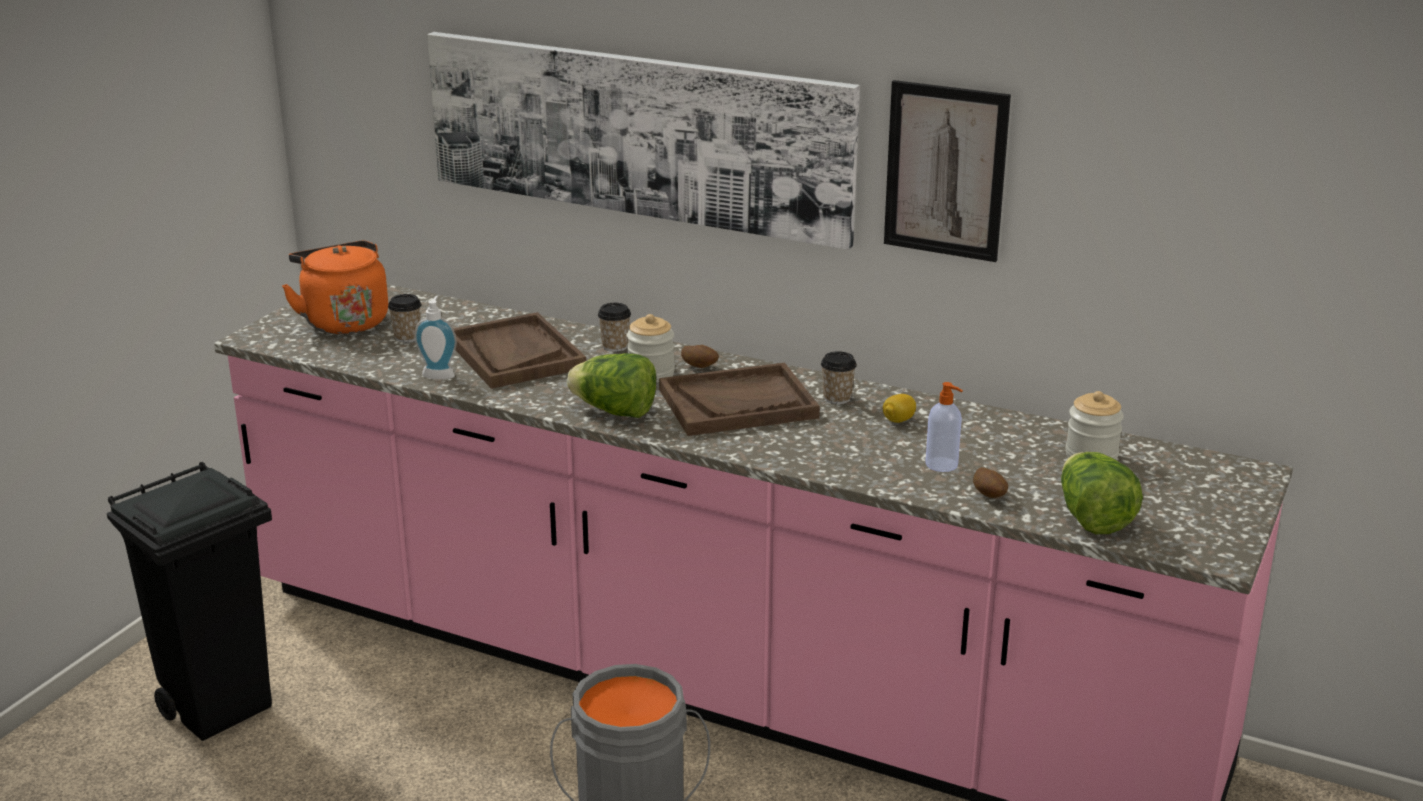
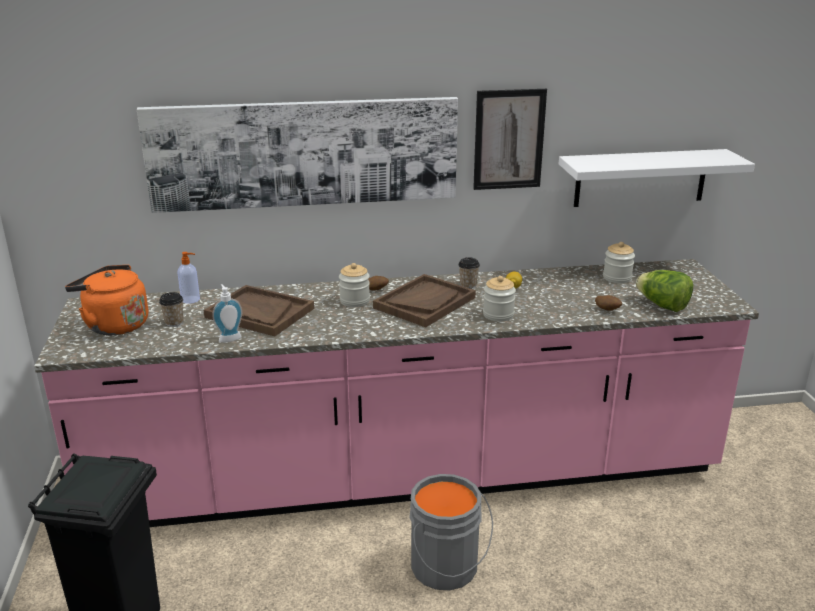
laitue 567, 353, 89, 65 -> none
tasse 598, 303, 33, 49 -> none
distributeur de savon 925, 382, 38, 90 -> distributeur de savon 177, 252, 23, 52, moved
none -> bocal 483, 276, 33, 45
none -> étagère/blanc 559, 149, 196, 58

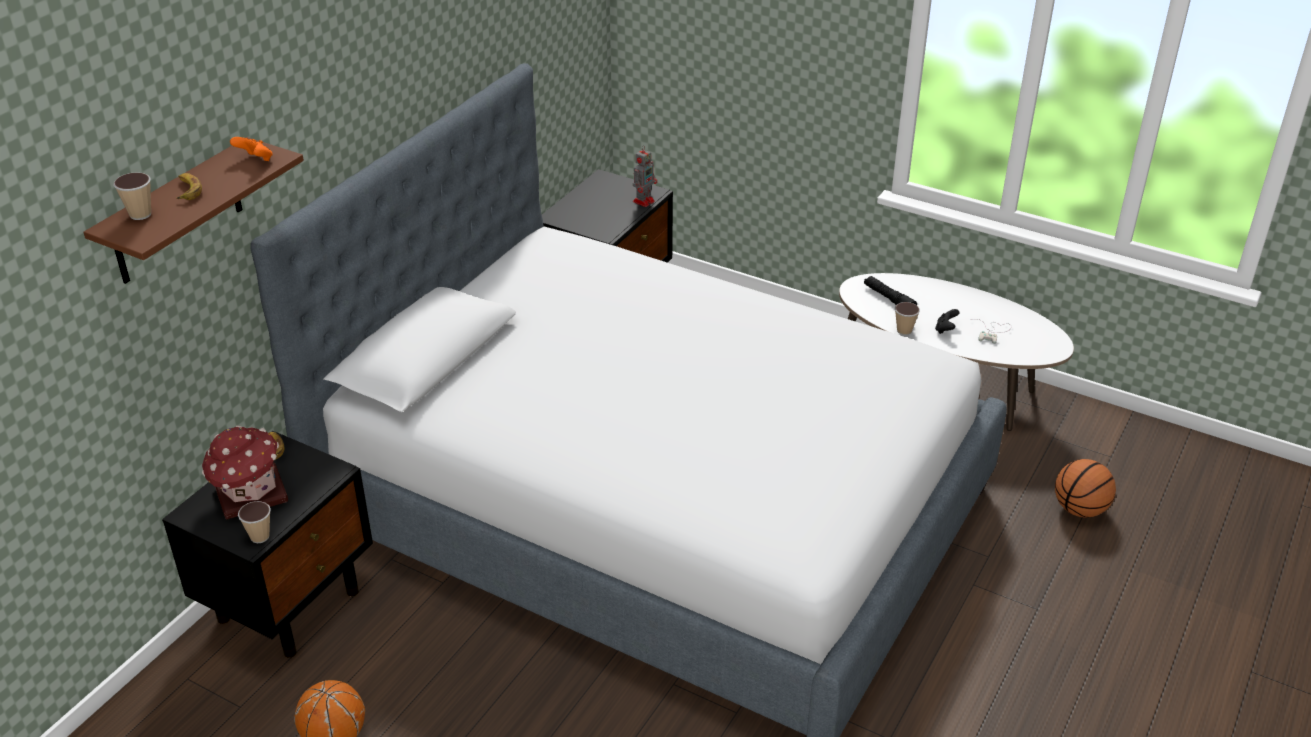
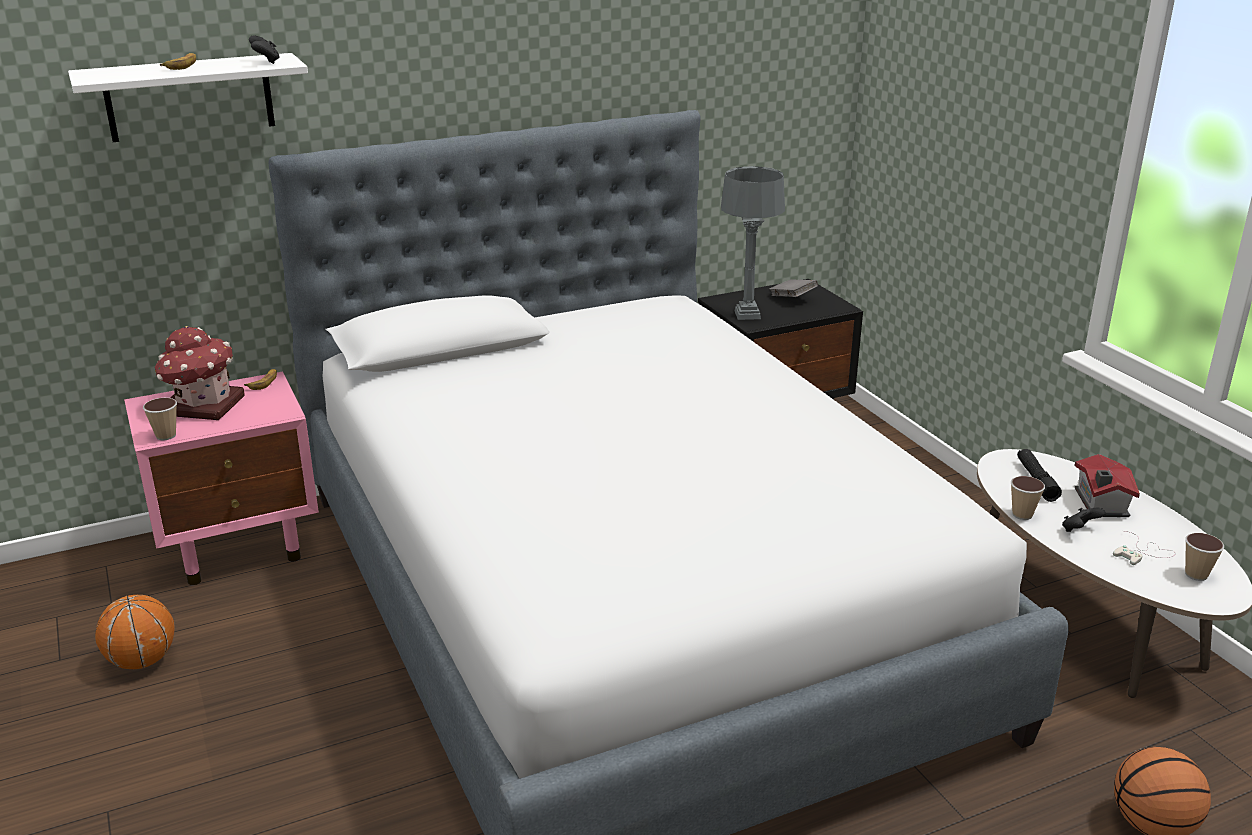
étagère/marron 83, 137, 221, 147 -> étagère/blanc 68, 53, 240, 89
tasse 113, 172, 38, 48 -> tasse 1185, 533, 39, 48, moved
table de chevet/noir 162, 431, 211, 227 -> table de chevet/rose 124, 371, 195, 214
manette/orange 230, 137, 43, 24 -> manette/noir 249, 35, 31, 29
robot jouet 633, 145, 24, 62 -> none
none -> lampe de table/gris 721, 166, 64, 154
none -> livre/gris 770, 279, 48, 18
none -> maison miniature 1074, 454, 66, 63

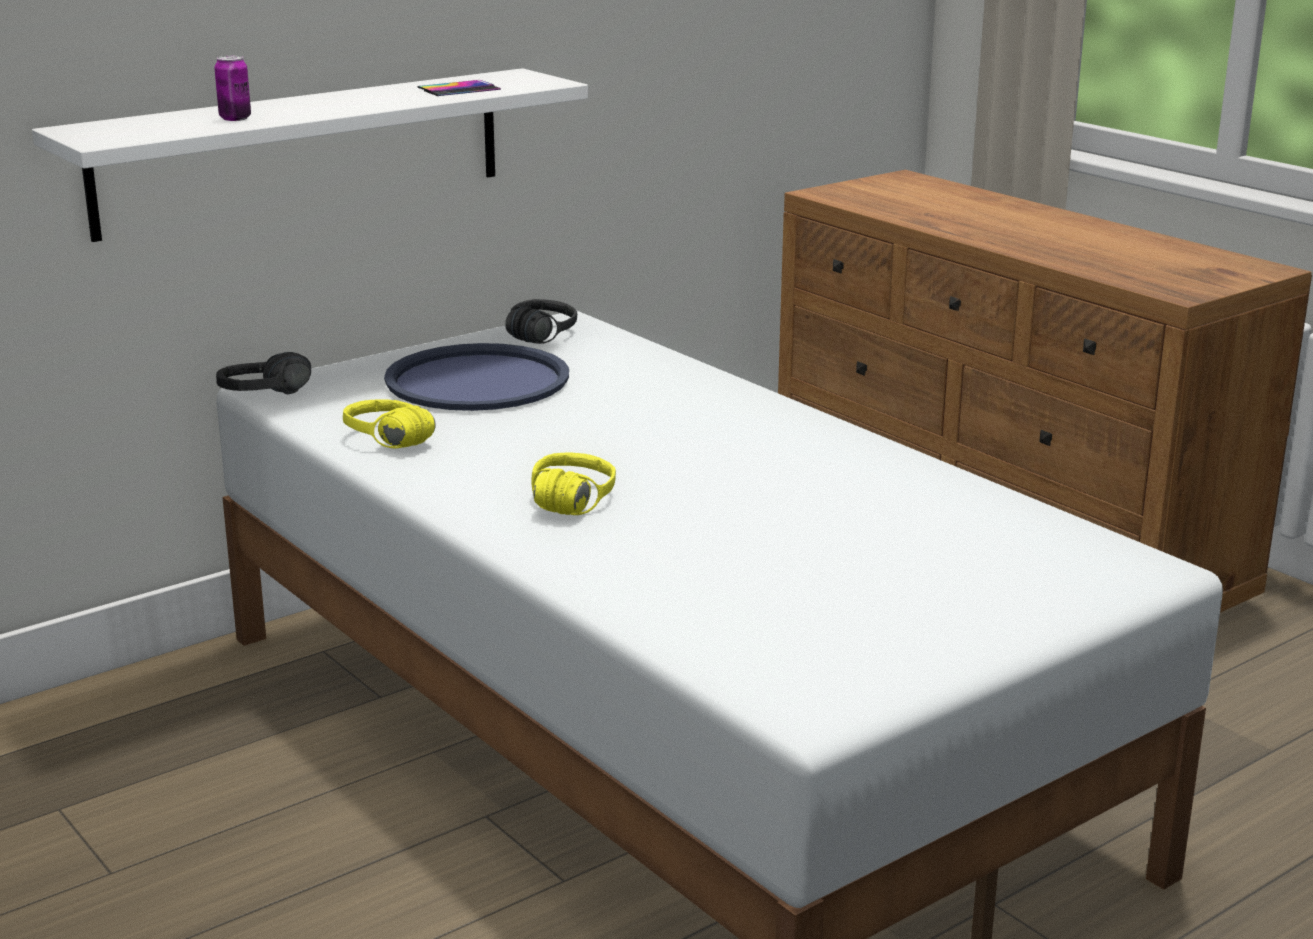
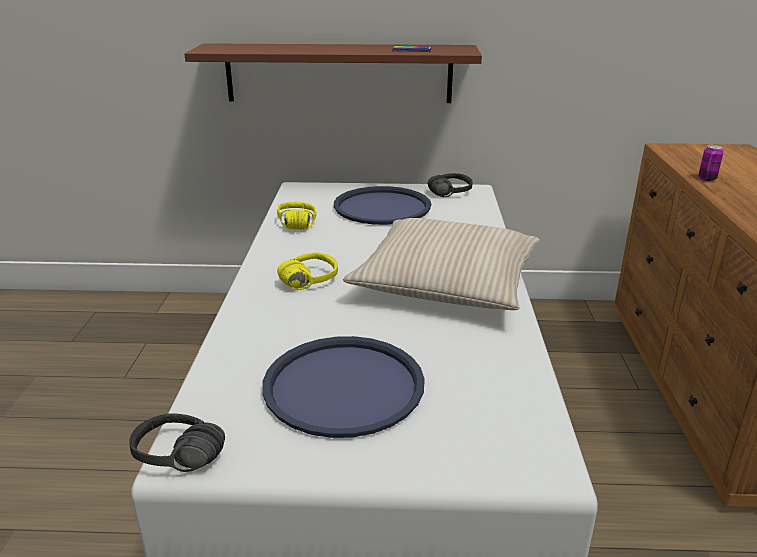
étagère/blanc 32, 68, 556, 174 -> étagère/marron 184, 43, 298, 60
boîte métallique 214, 56, 37, 65 -> boîte métallique 698, 145, 25, 36, moved
casque audio/noir 216, 352, 95, 42 -> casque audio/noir 129, 413, 96, 59, moved
none -> plateau/bleu 262, 336, 163, 102
none -> coussin/beige 343, 218, 197, 92

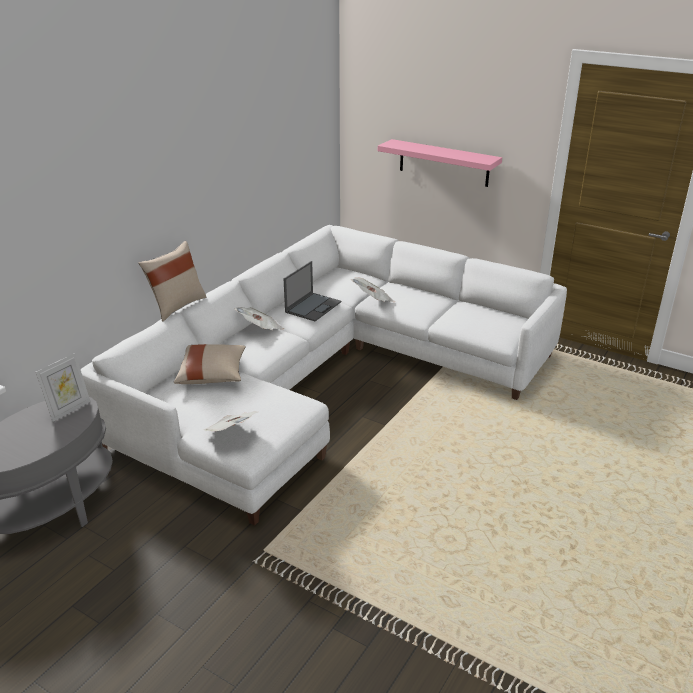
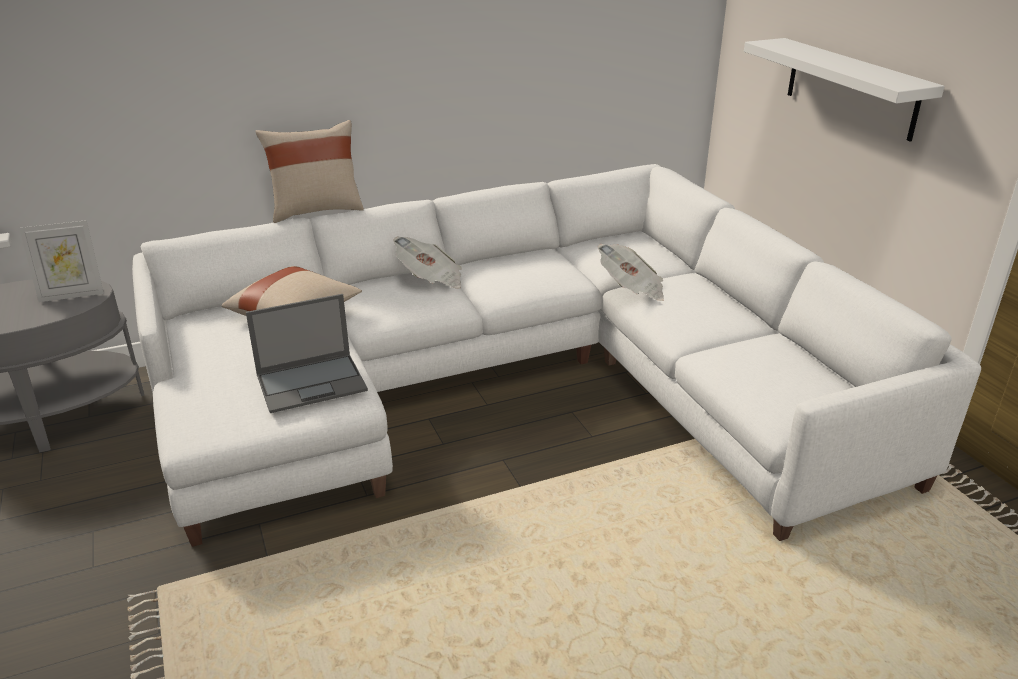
journal 203, 411, 55, 20 -> none
ordinateur portable 283, 261, 58, 60 -> ordinateur portable 246, 294, 122, 119, moved
étagère/rose 378, 139, 124, 48 -> étagère/blanc 744, 38, 201, 104

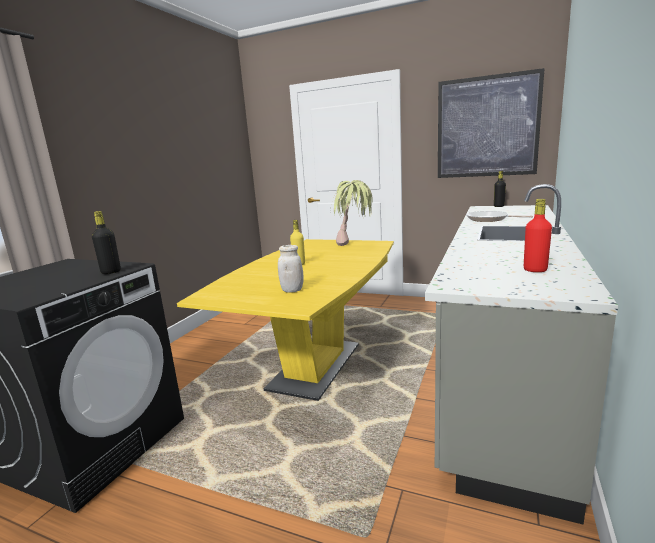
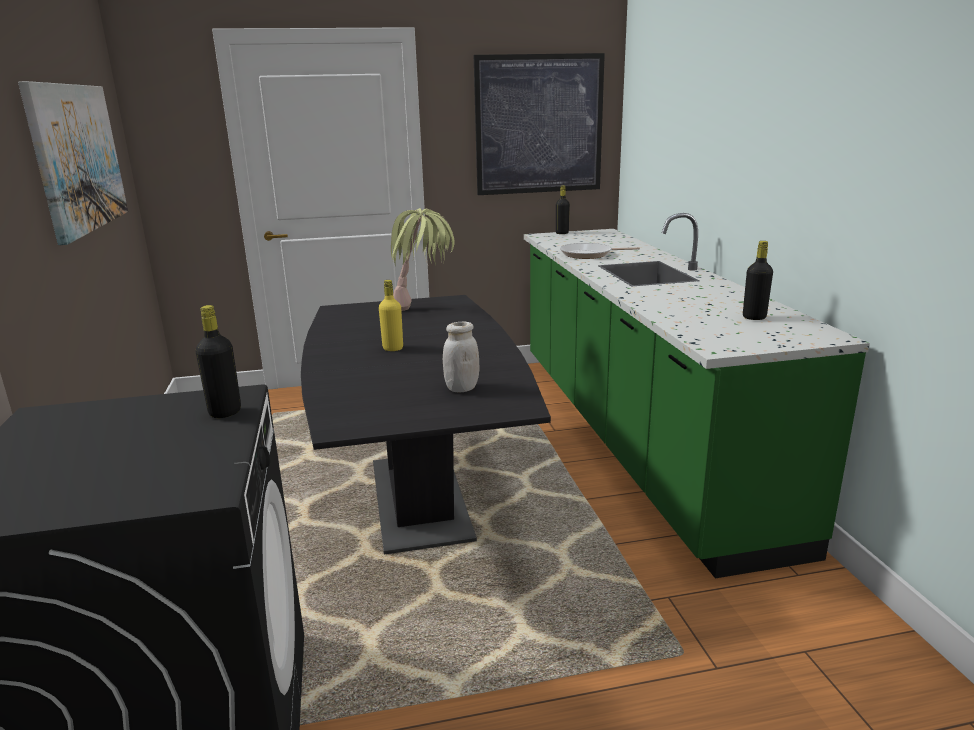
table à manger/jaune 177, 239, 217, 162 -> table à manger/noir 301, 295, 250, 260
comptoir de cuisine/gris 425, 184, 193, 341 -> comptoir de cuisine/vert 524, 213, 346, 366
bouteille/rouge 524, 199, 28, 73 -> bouteille/noir 743, 241, 30, 79
none -> tableau 18, 81, 110, 164

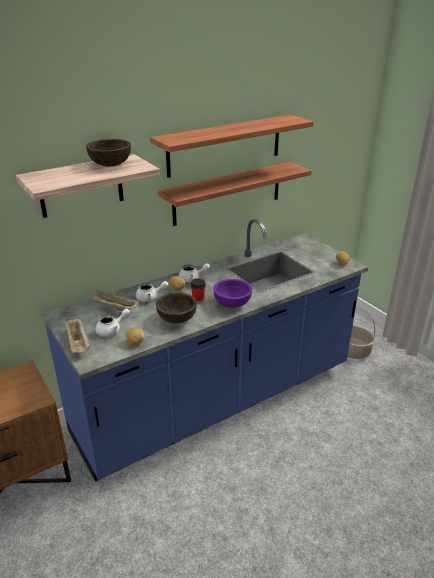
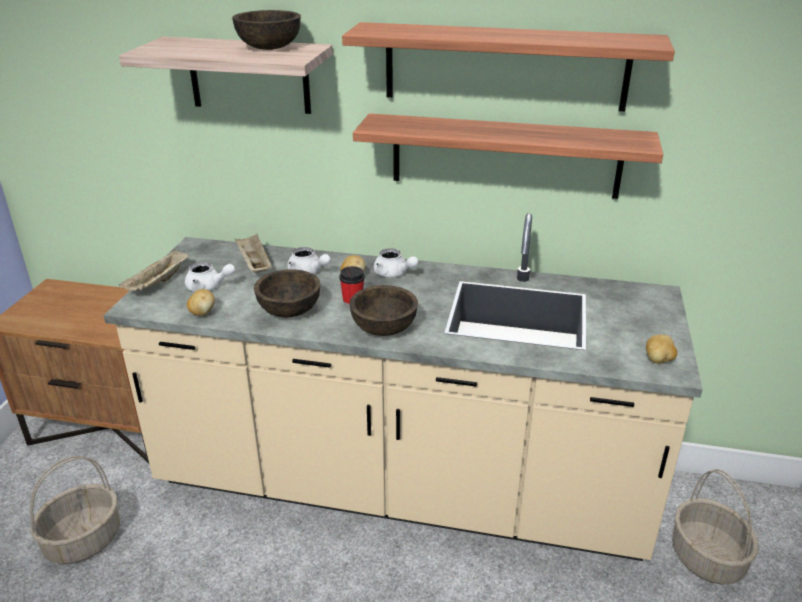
comptoir de cuisine/bleu 41, 219, 327, 263 -> comptoir de cuisine/beige 103, 213, 600, 348
bol/violet 213, 279, 39, 29 -> bol/marron 349, 285, 69, 51
none -> panier 30, 456, 90, 108

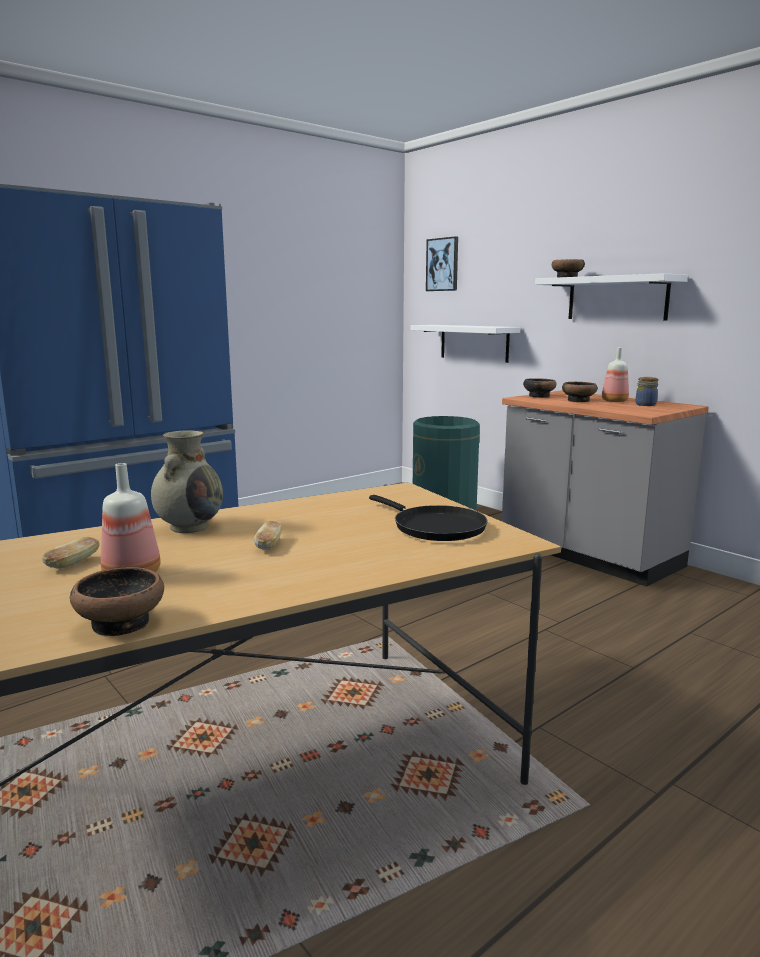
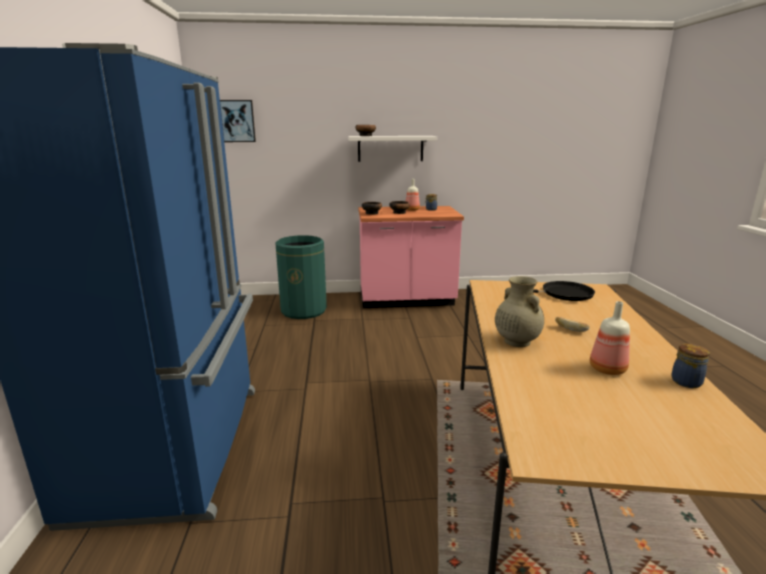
pain 42, 537, 58, 32 -> none
bol 70, 567, 94, 69 -> bocal 671, 343, 39, 45
étagère/blanc 410, 325, 110, 38 -> none
comptoir de cuisine/gris 502, 390, 207, 197 -> comptoir de cuisine/rose 358, 206, 106, 102

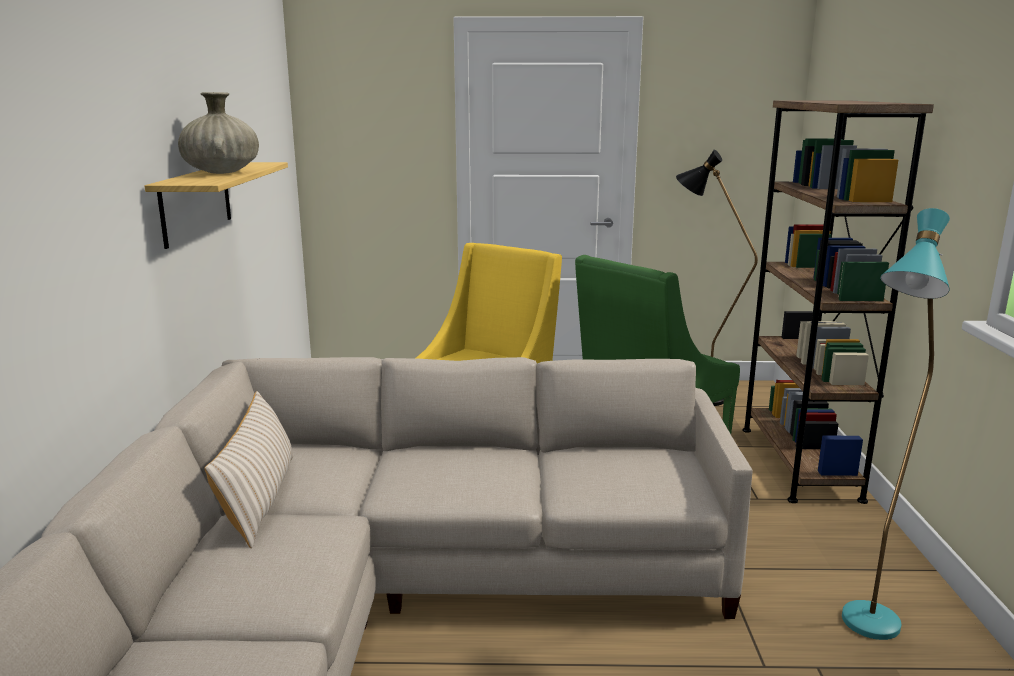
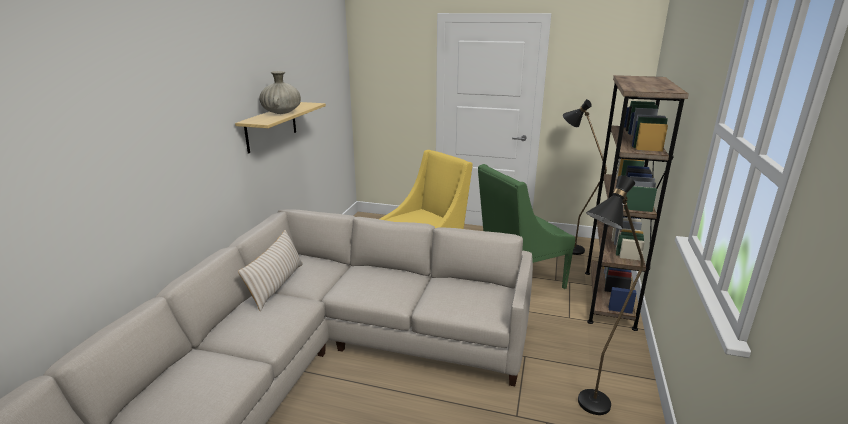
lampadaire/turquoise 842, 208, 108, 432 -> lampadaire/noir 578, 175, 66, 240

